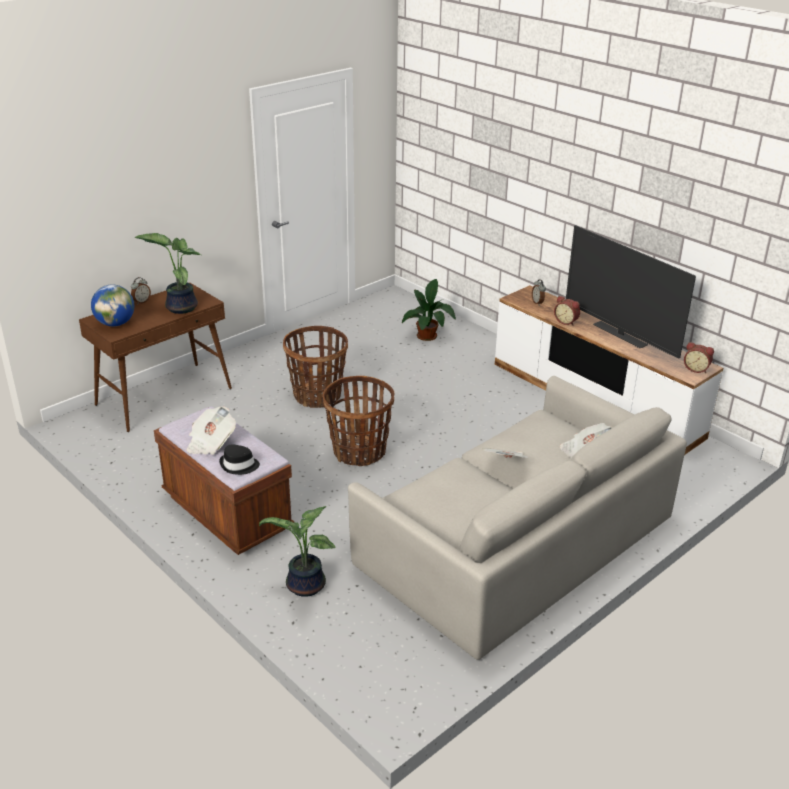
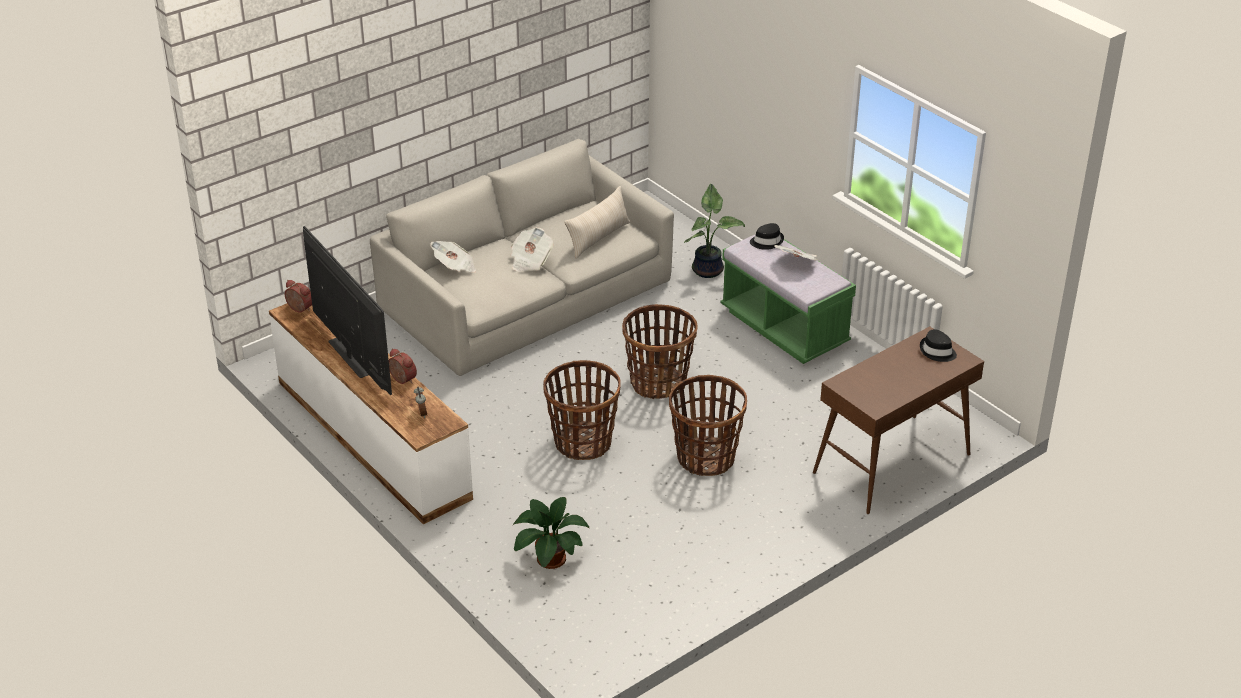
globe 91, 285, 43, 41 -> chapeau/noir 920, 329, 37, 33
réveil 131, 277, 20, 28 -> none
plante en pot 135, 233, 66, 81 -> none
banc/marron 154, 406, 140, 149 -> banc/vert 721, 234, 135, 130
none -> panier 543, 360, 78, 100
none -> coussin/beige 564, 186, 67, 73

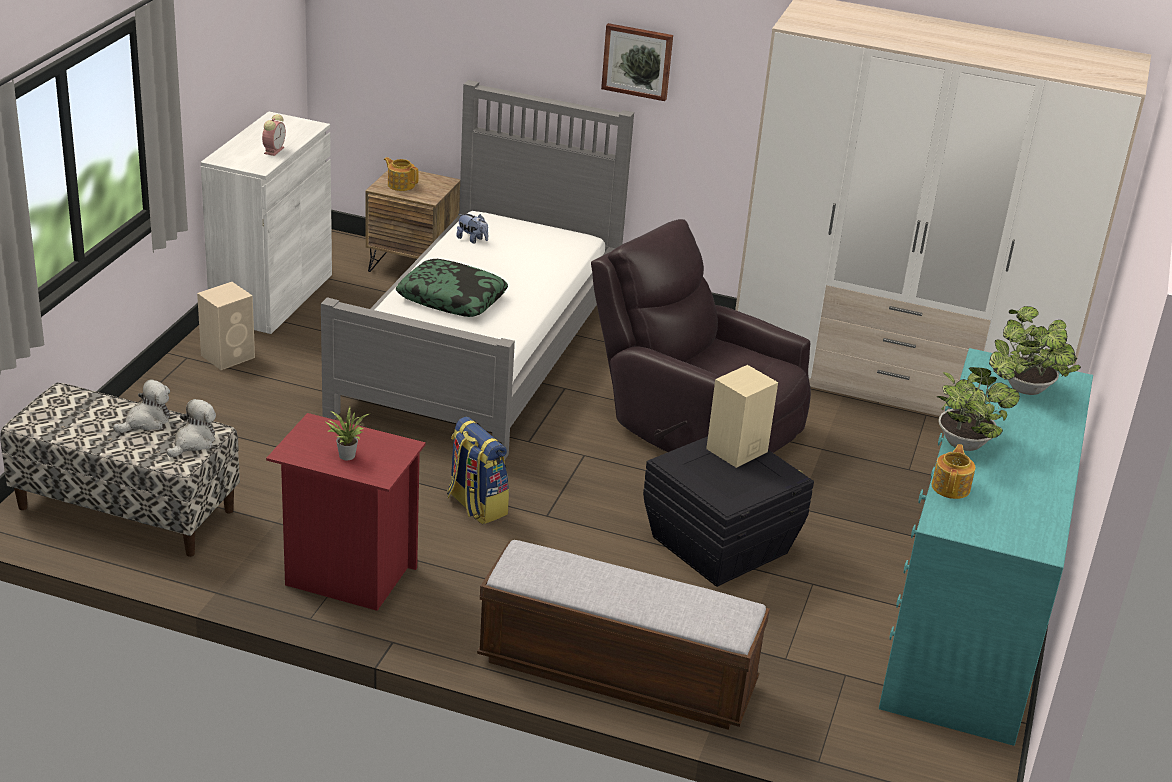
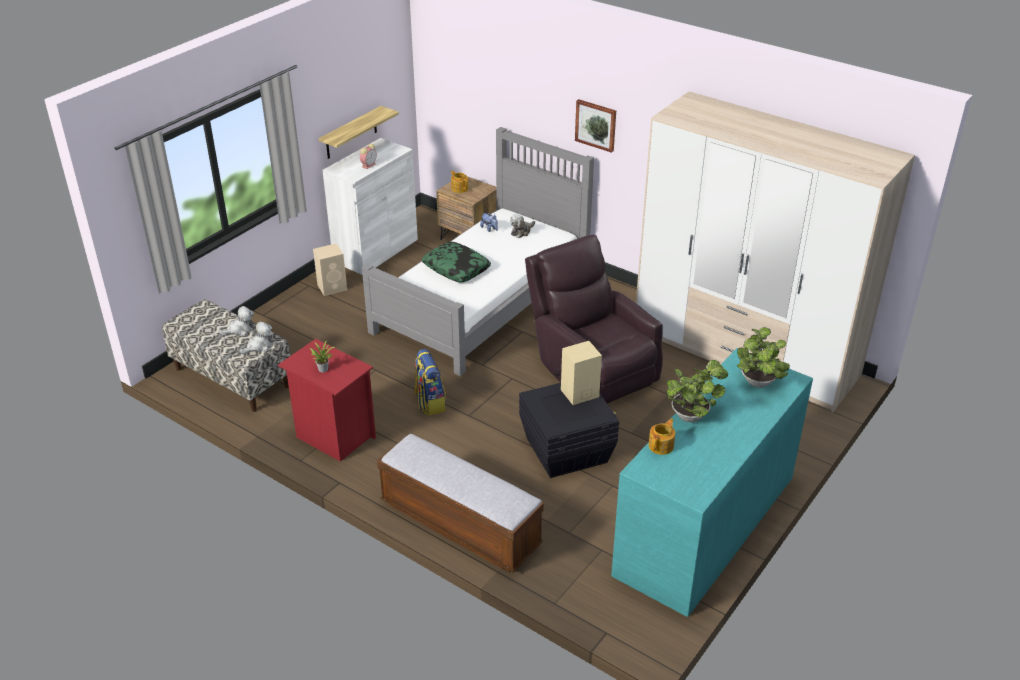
none -> étagère 318, 106, 81, 53
none -> peluche 510, 214, 25, 24

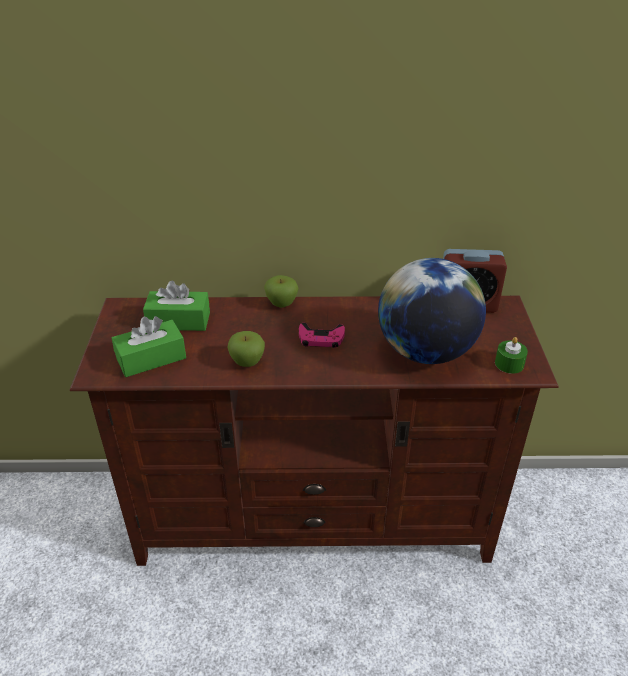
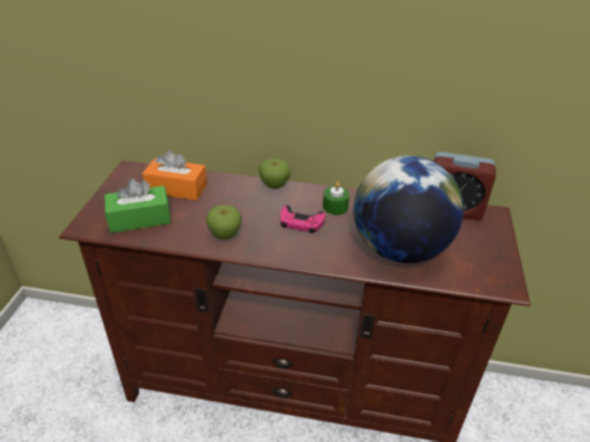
boîte à mouchoirs/vert 143, 281, 67, 50 -> boîte à mouchoirs/orange 142, 150, 65, 51
bougie/vert 495, 337, 33, 37 -> bougie/vert 323, 182, 27, 33, moved

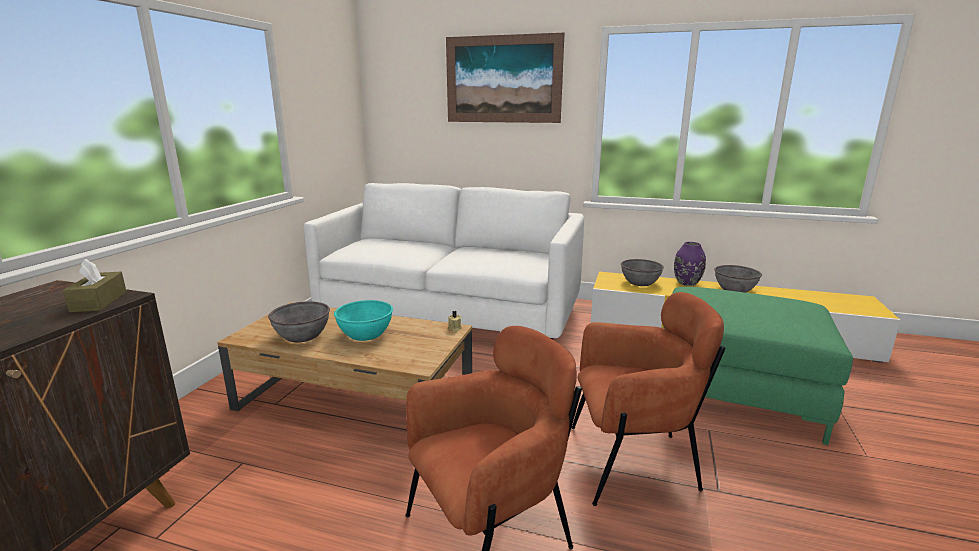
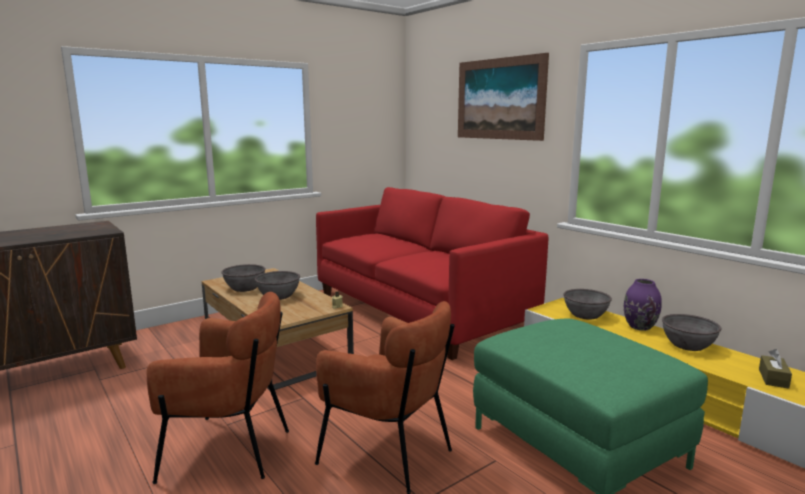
boîte à mouchoirs/marron 63, 259, 64, 54 -> boîte à mouchoirs/marron 759, 349, 33, 40, moved
canapé/blanc 304, 183, 280, 156 -> canapé/rouge 316, 187, 232, 173
bol/turquoise 334, 300, 59, 41 -> bol/gris 255, 271, 45, 29

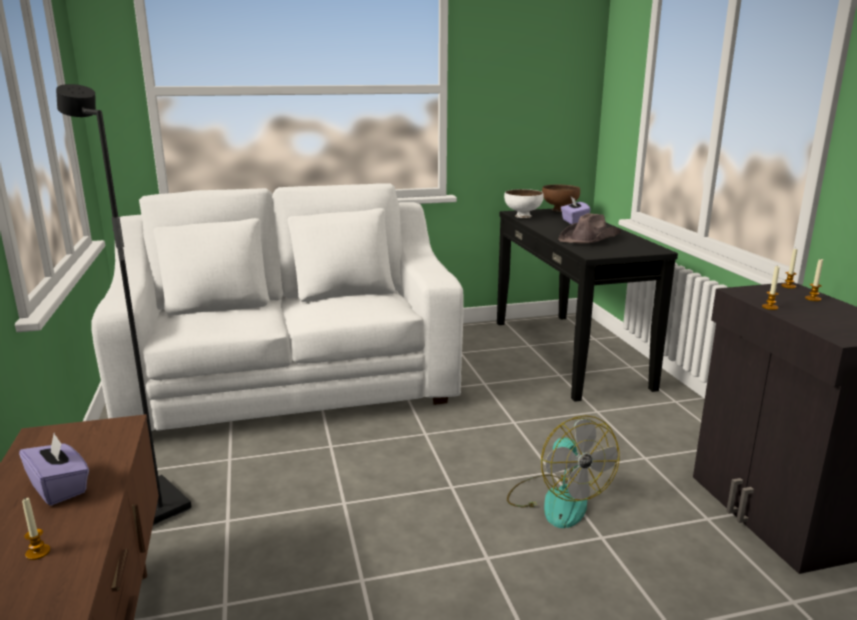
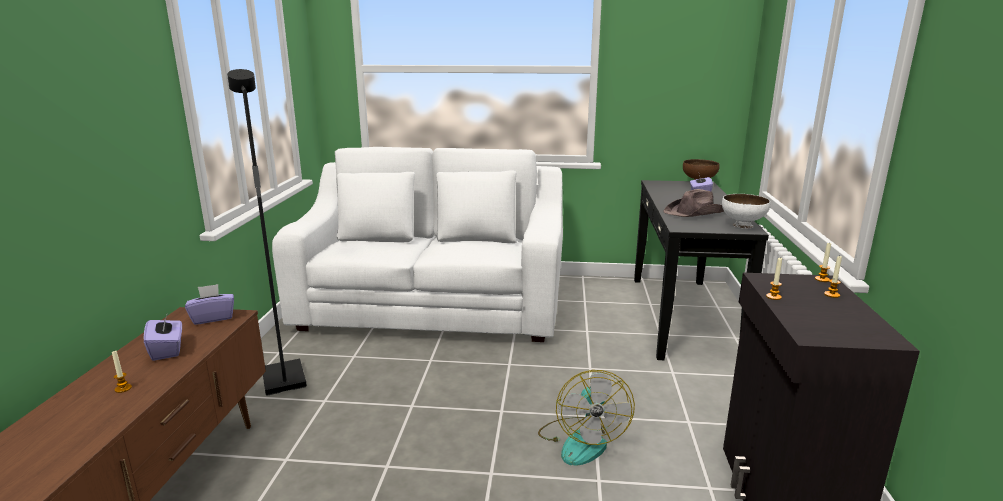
bol/blanc 504, 189, 40, 29 -> bol/blanc 722, 194, 48, 35, moved
none -> boîte à mouchoirs/violet 185, 284, 49, 41

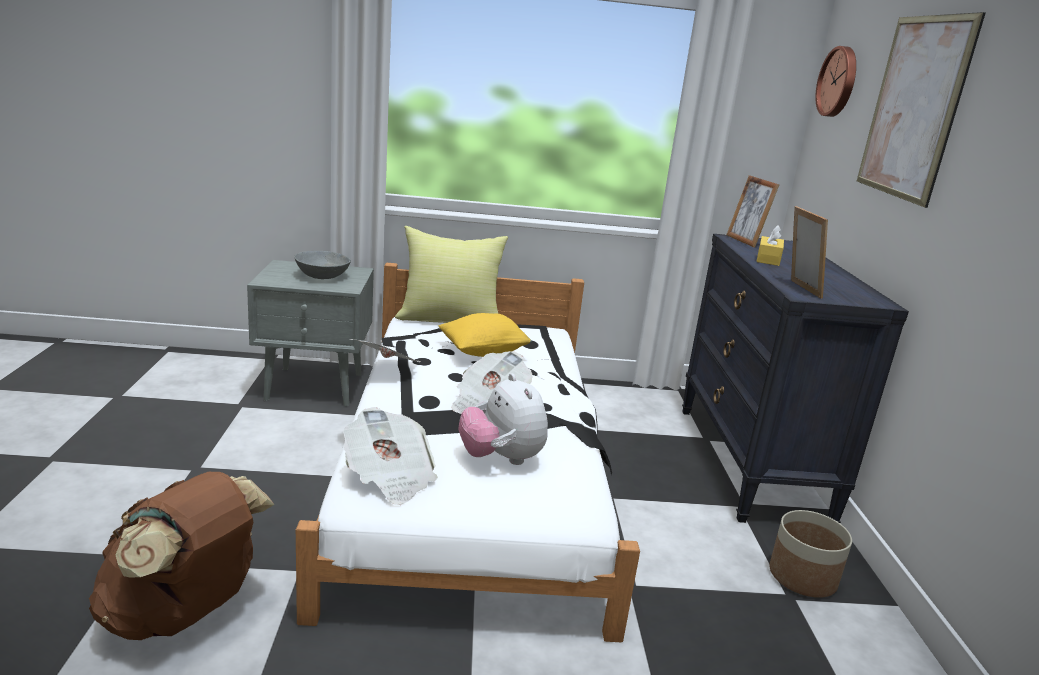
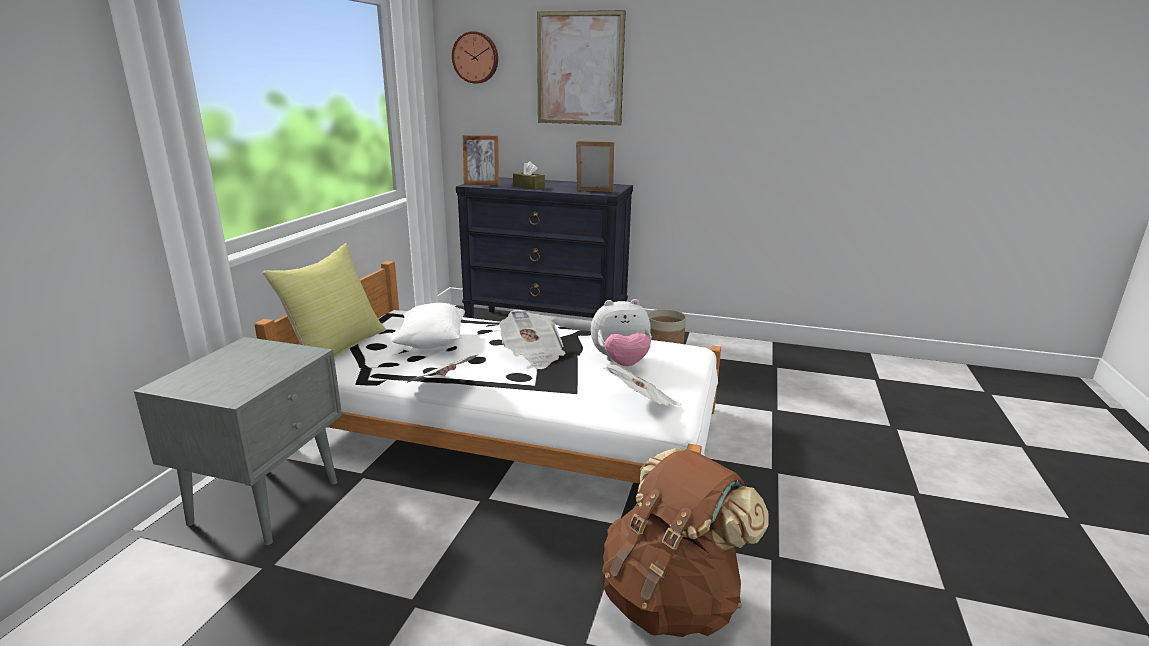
bol/gris 294, 251, 57, 28 -> none
coussin/jaune 439, 313, 93, 44 -> coussin/blanc 392, 303, 73, 46
boîte à mouchoirs/jaune 756, 225, 28, 41 -> boîte à mouchoirs/marron 513, 161, 32, 29

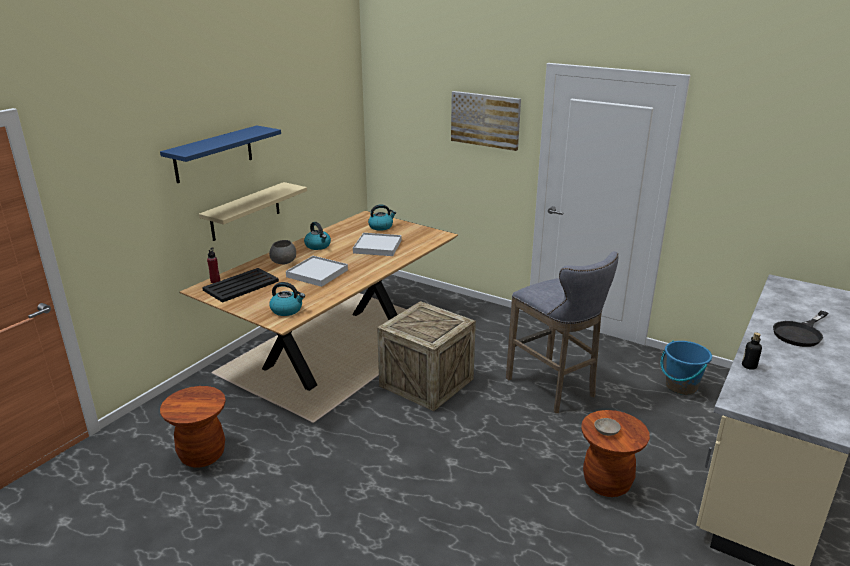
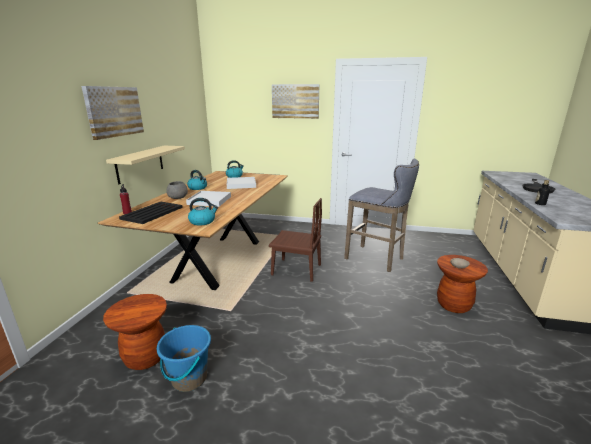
étagère/bleu 160, 125, 121, 58 -> tableau 81, 86, 63, 54
caisse 377, 301, 99, 110 -> chaise/marron 269, 198, 53, 84
seau/bleu 661, 341, 51, 54 -> seau/bleu 157, 325, 54, 67, moved

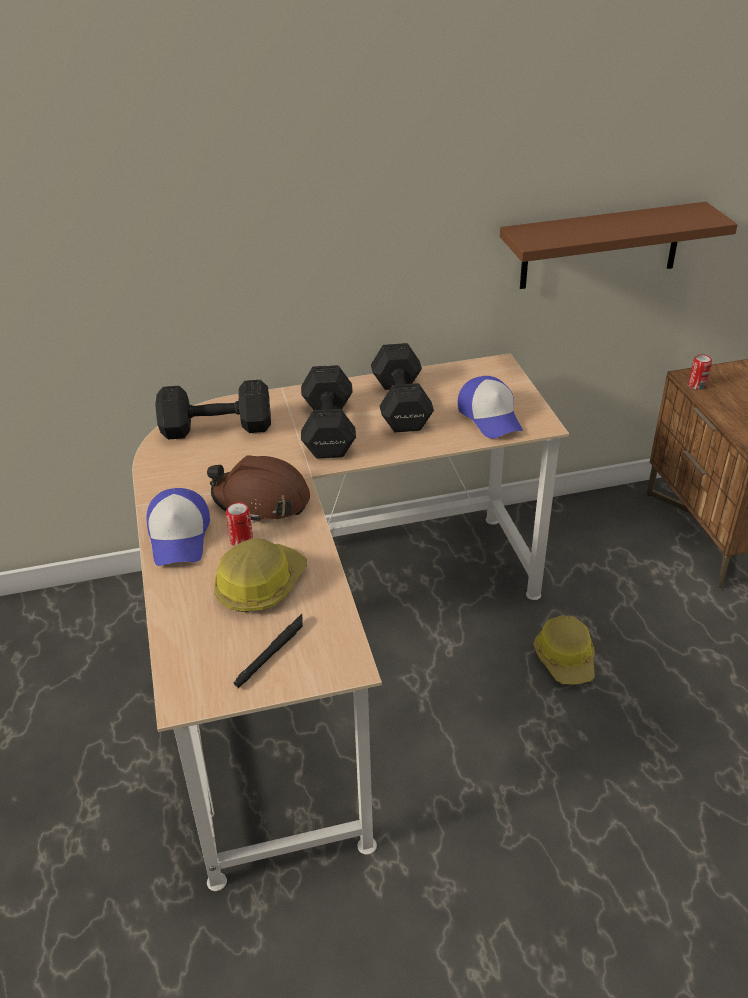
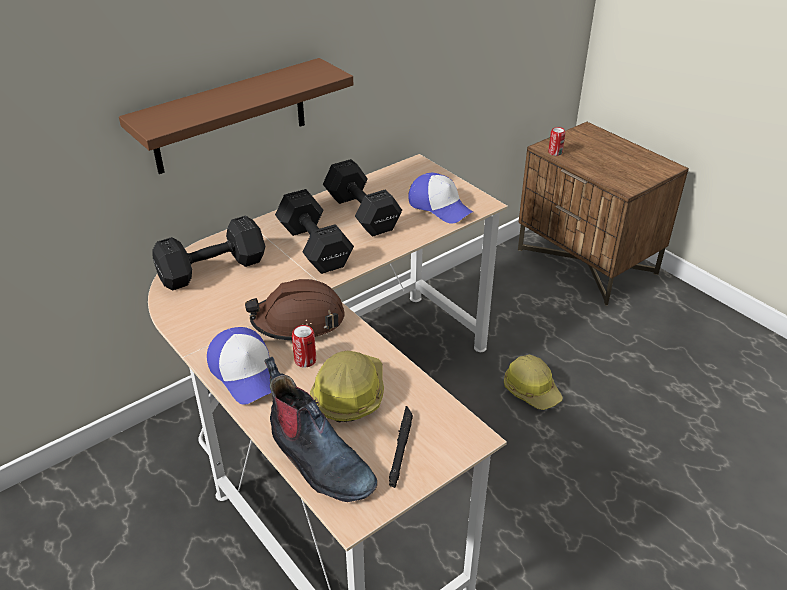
étagère/marron 500, 202, 238, 87 -> étagère/marron 119, 58, 234, 116, moved
none -> botte 265, 357, 112, 145

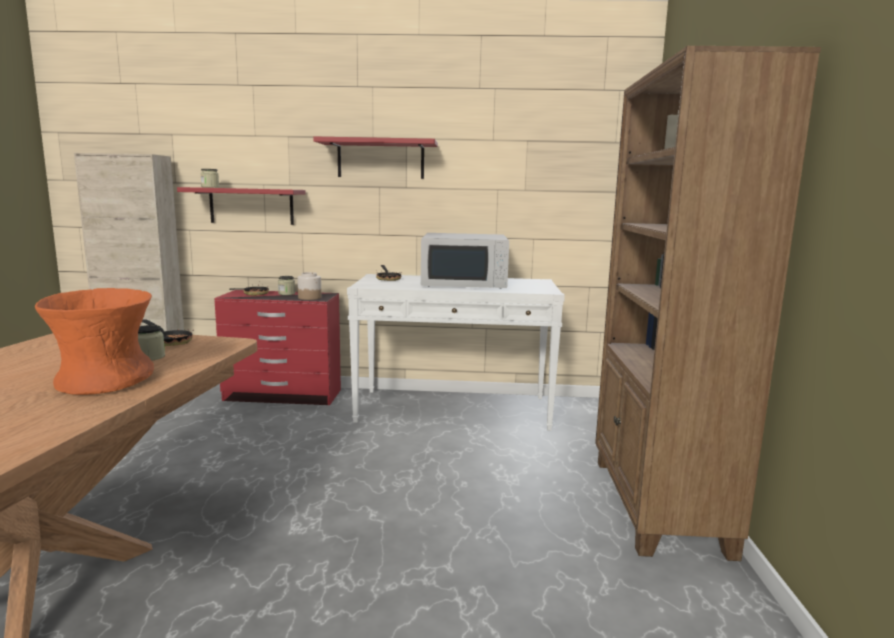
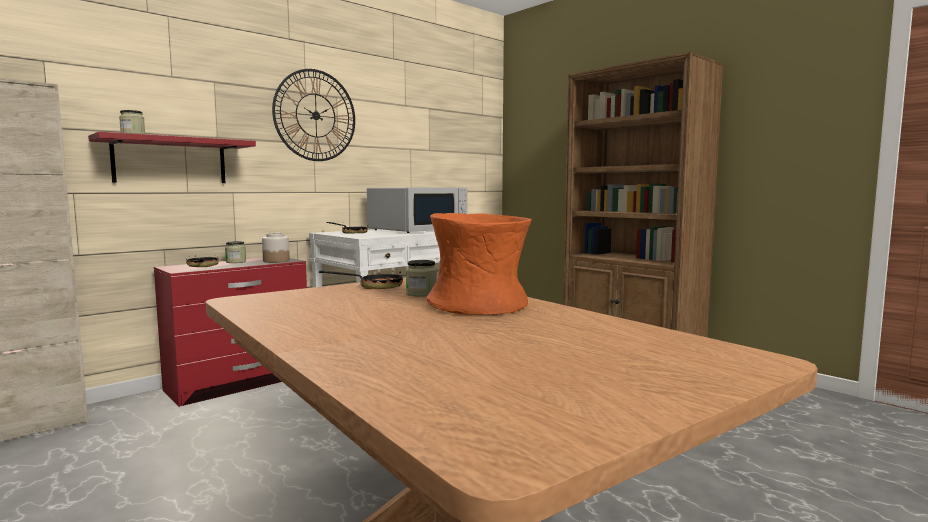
étagère/rouge 313, 137, 125, 42 -> horloge murale 272, 69, 83, 92

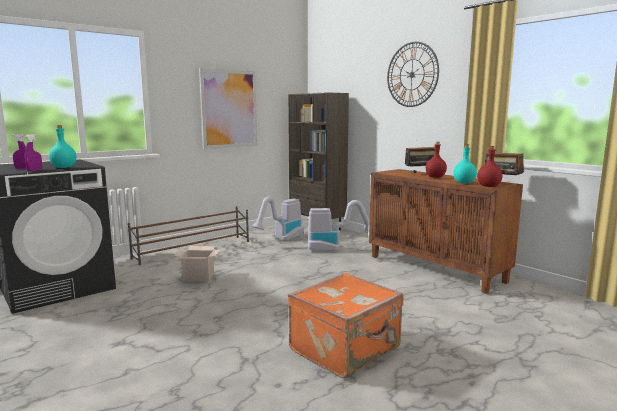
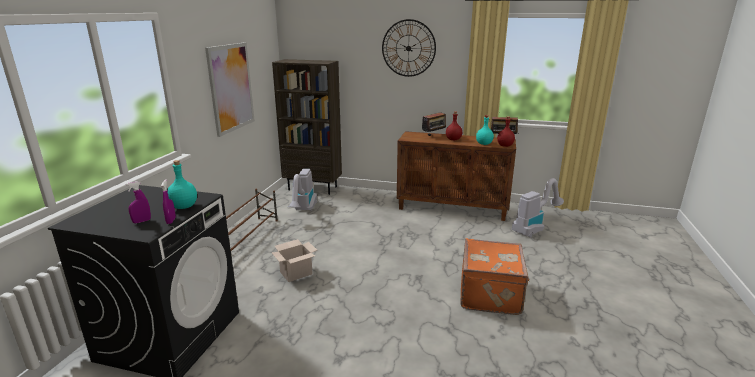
aspirateur 308, 200, 62, 53 -> aspirateur 512, 178, 52, 60, moved

